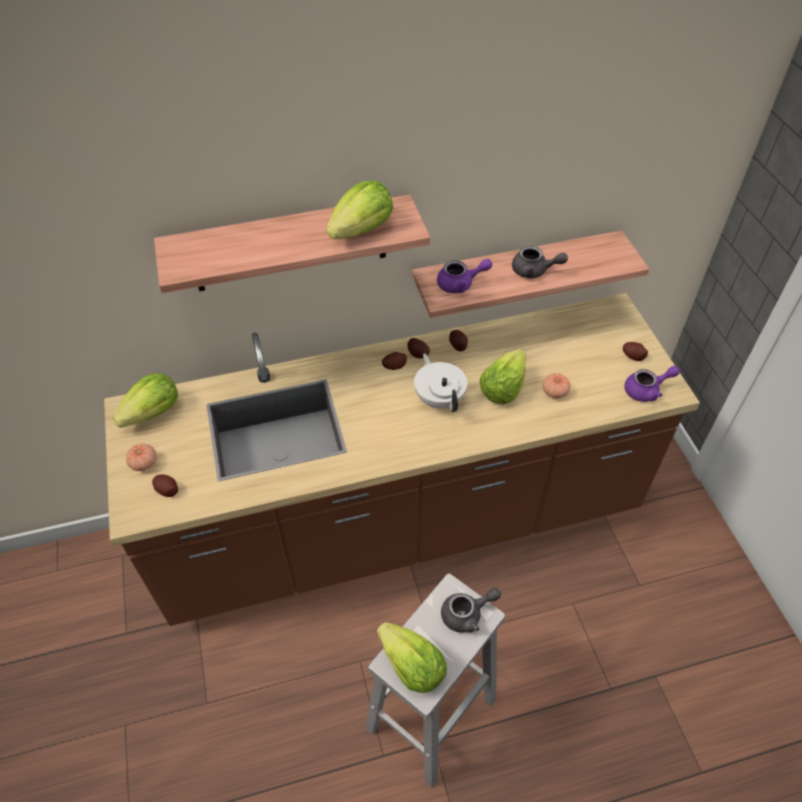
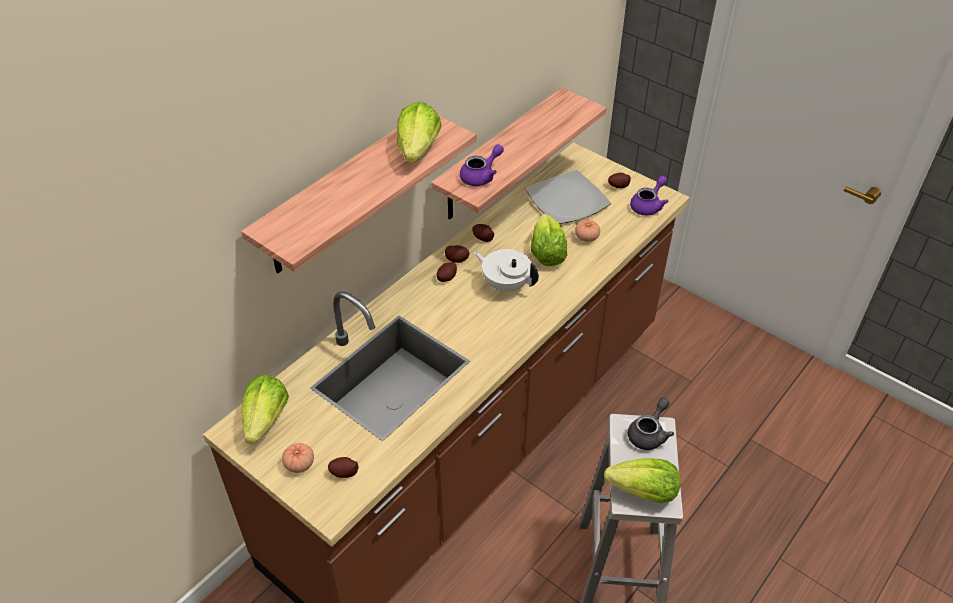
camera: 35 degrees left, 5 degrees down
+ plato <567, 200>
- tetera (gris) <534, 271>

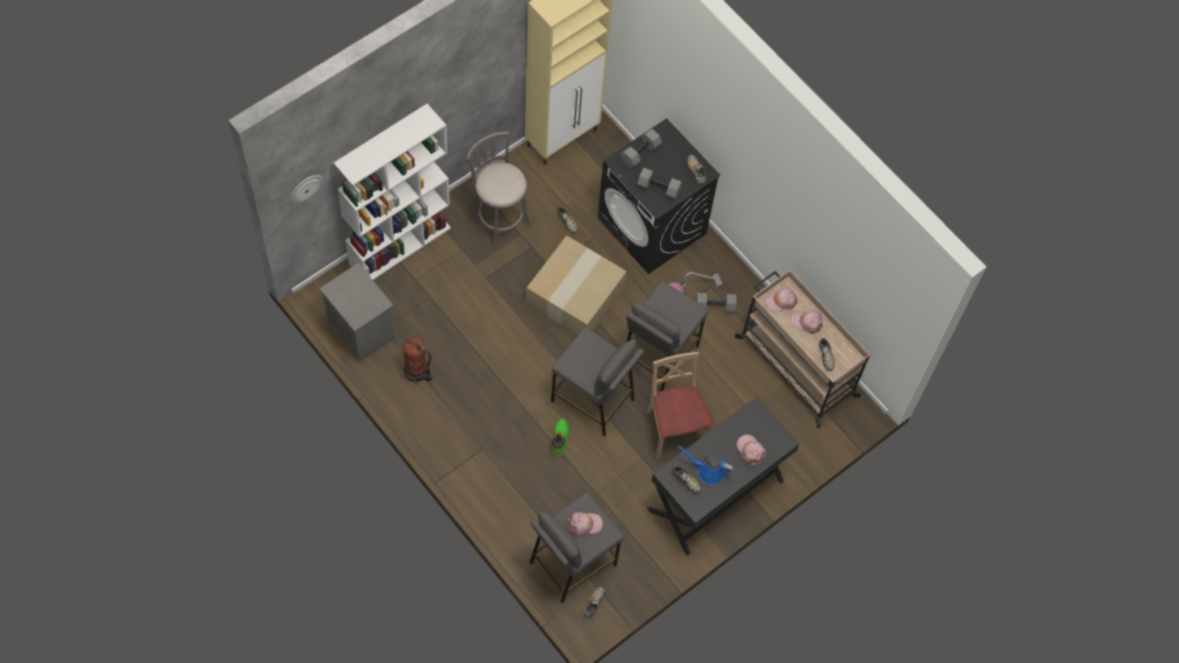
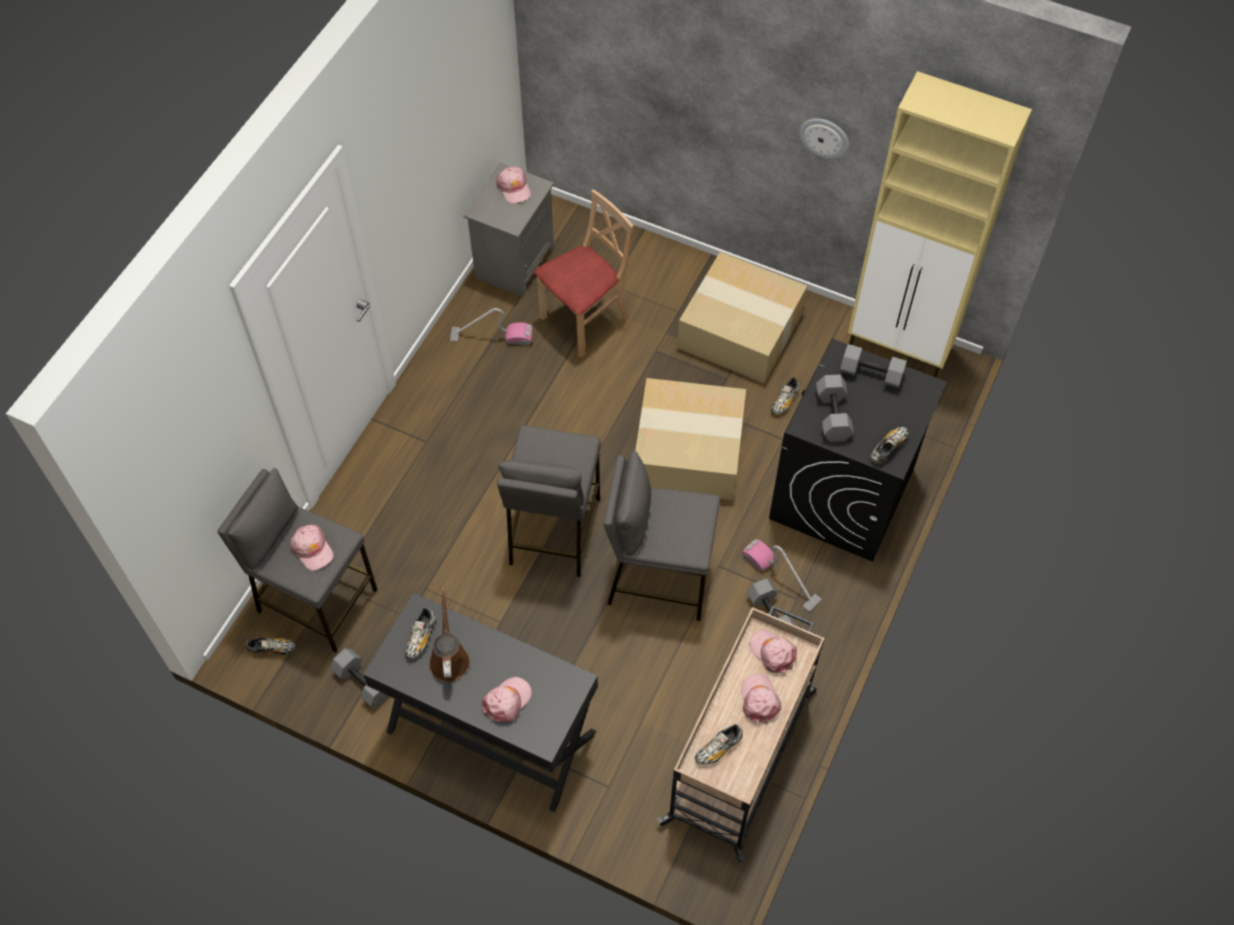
camera: 70 degrees right, 5 degrees down
+ mancuerna (gris) <364, 682>
~ regadera (azul) <707, 471> to regadera (marrón) <449, 658>
~ extintor <417, 372> to aspiradora <491, 336>
+ gorra (rosa) <514, 188>
~ silla (beis) <674, 429> to <585, 320>
~ taburete (gris) <498, 219> to caja de cartón <742, 330>
~ reloj de pared <305, 187> to <824, 137>
- estantería (blanco) <400, 245>
- bota (verde) <560, 439>

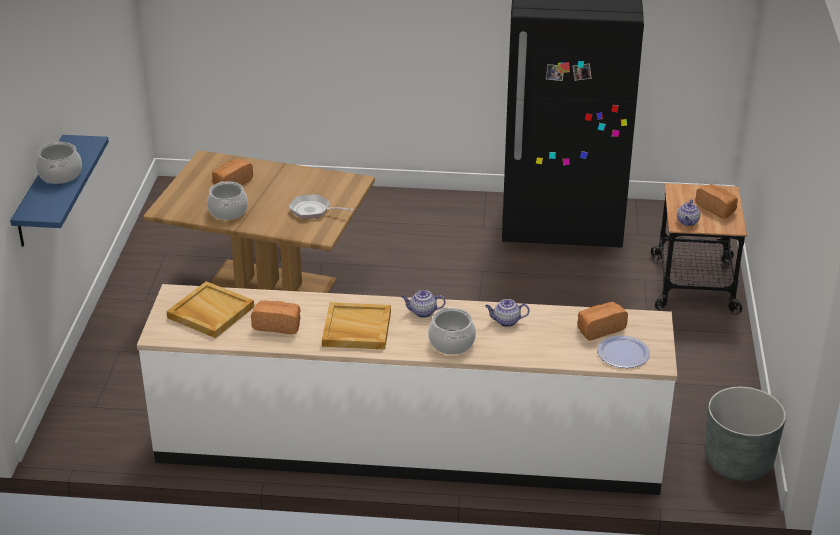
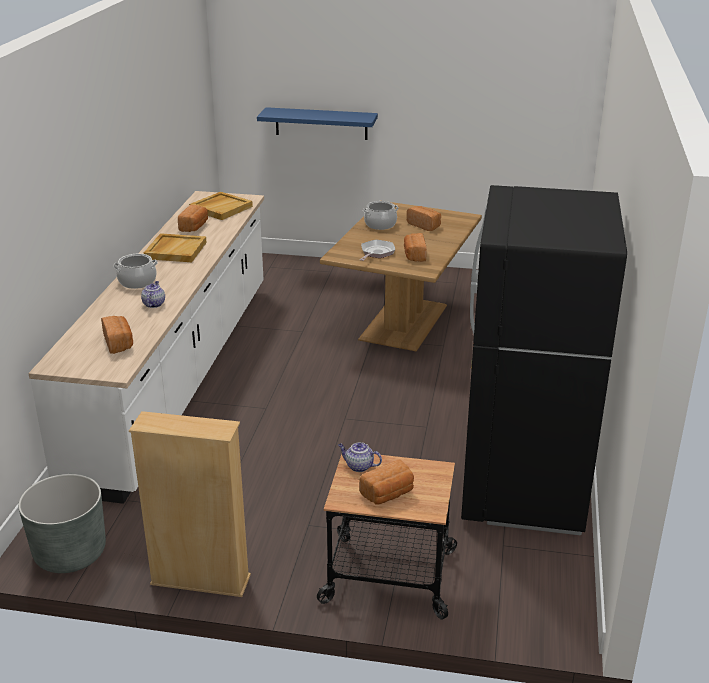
camera: 95 degrees right, 5 degrees down
+ estantería (beis) <200, 580>
+ pan <414, 255>
- olla <60, 174>
- tetera <422, 312>
- plato <623, 353>

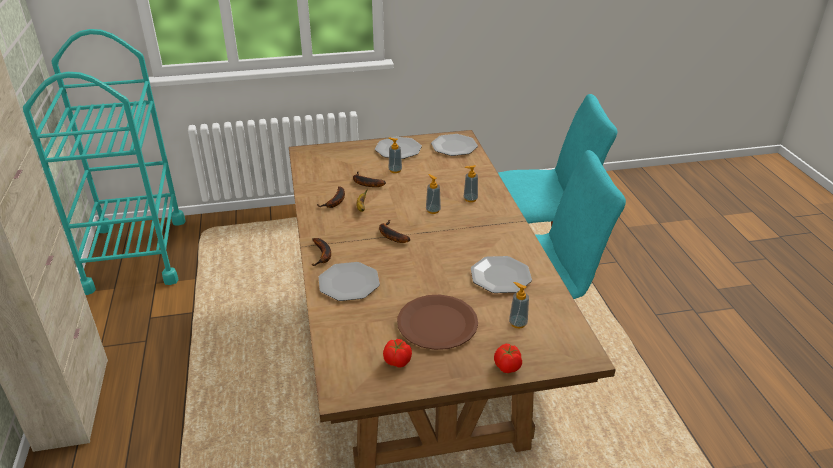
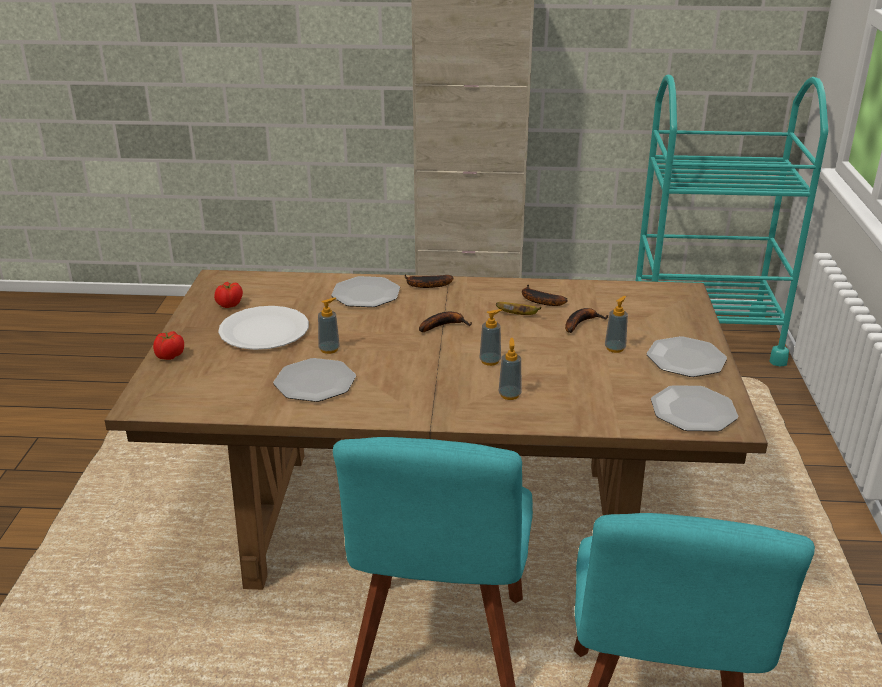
camera: 105 degrees right, 5 degrees down
~ plato (marrón) <437, 323> to plato (blanco) <264, 331>
~ dispensador de jabón <518, 323> to <329, 349>

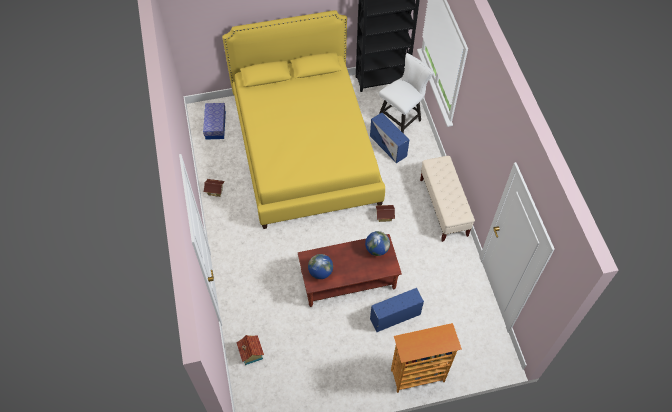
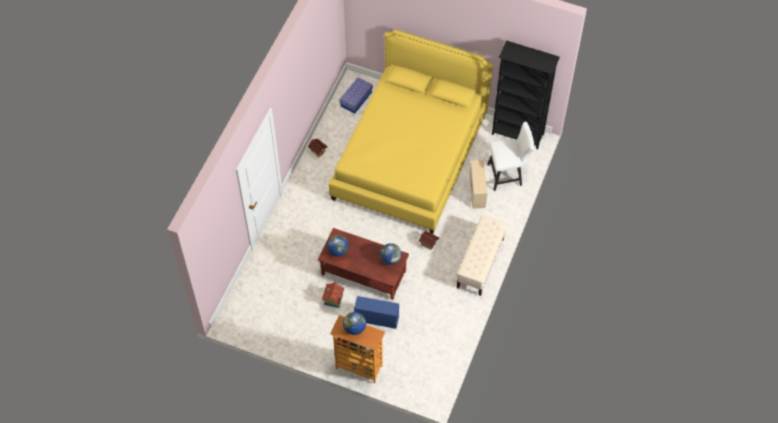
camera: 35 degrees right, 0 degrees up
~ casita <250, 354> to <332, 299>
+ globo terráqueo <354, 328>
~ caja de almacenaje (azul) <388, 146> to caja de almacenaje (beis) <477, 191>

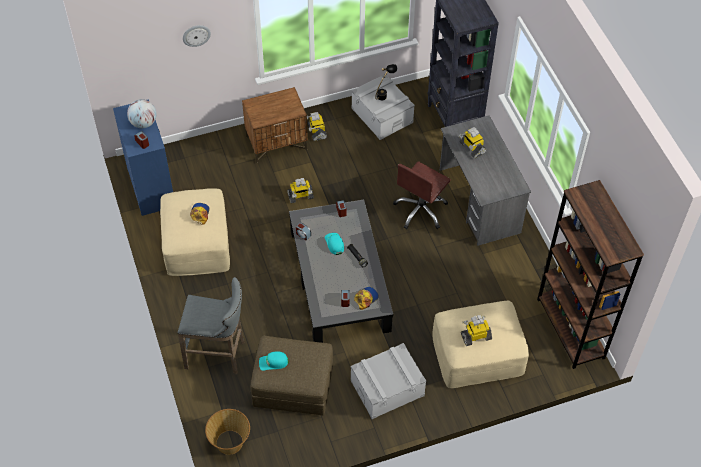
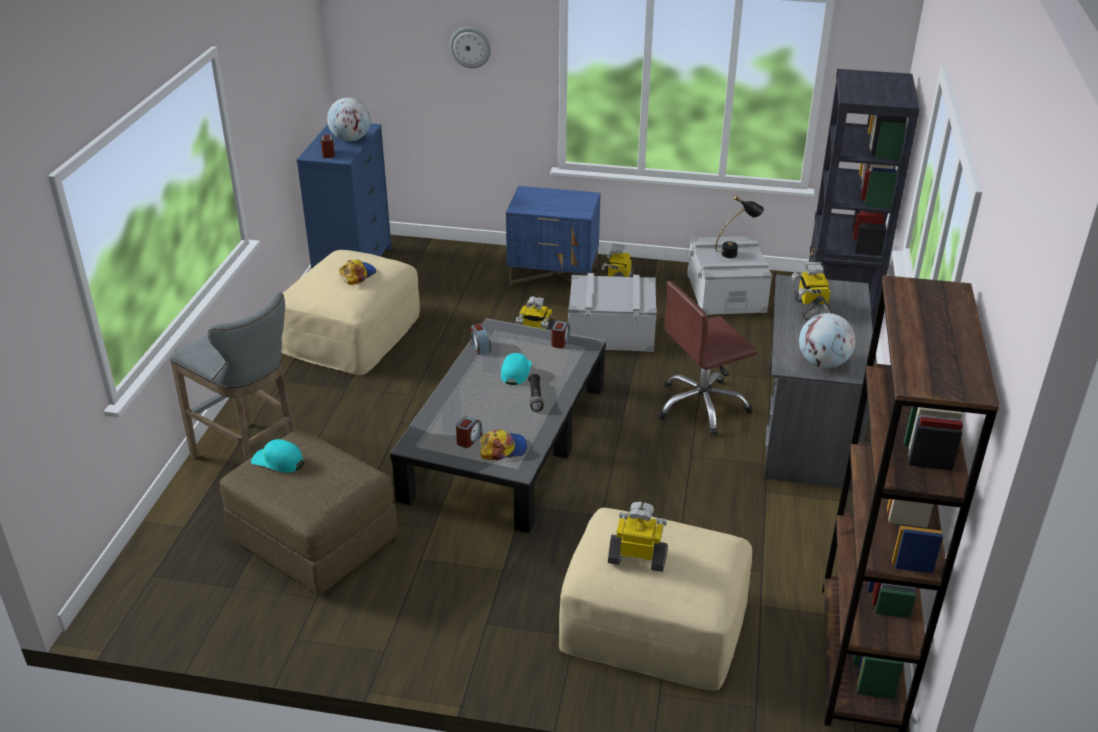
camera: 30 degrees right, 20 degrees down
~ mesita de noche (marrón) <277, 143> to mesita de noche (azul) <554, 276>
~ caja de almacenaje (gris) <387, 388> to <611, 331>
+ globo terráqueo <823, 363>
- cesta <230, 442>

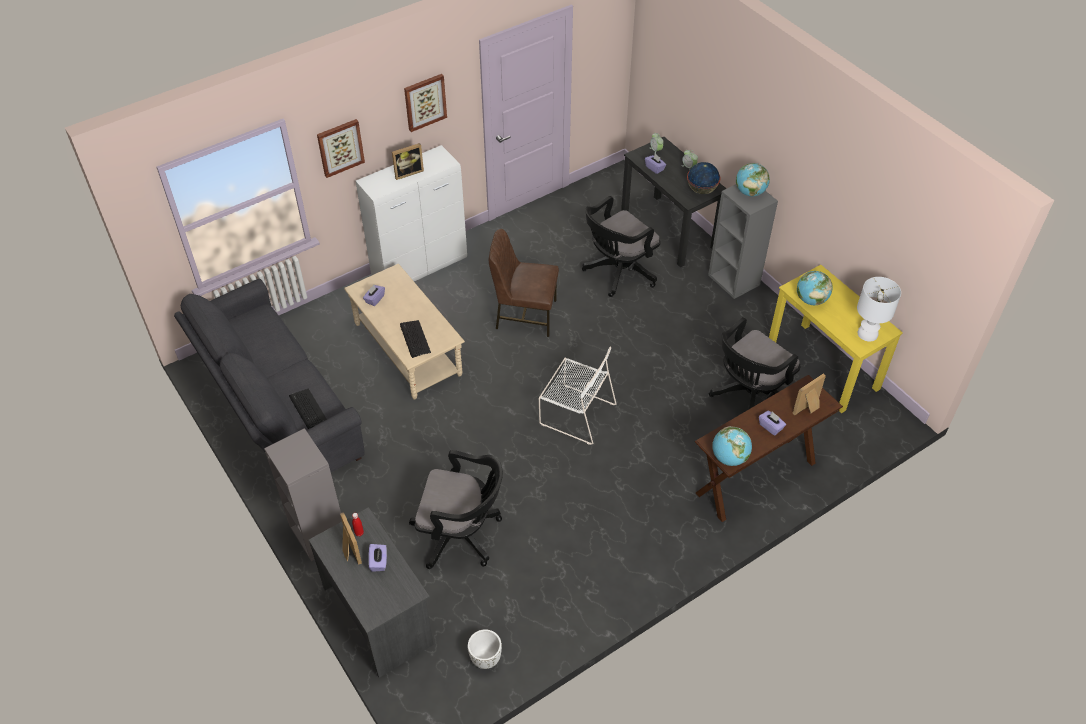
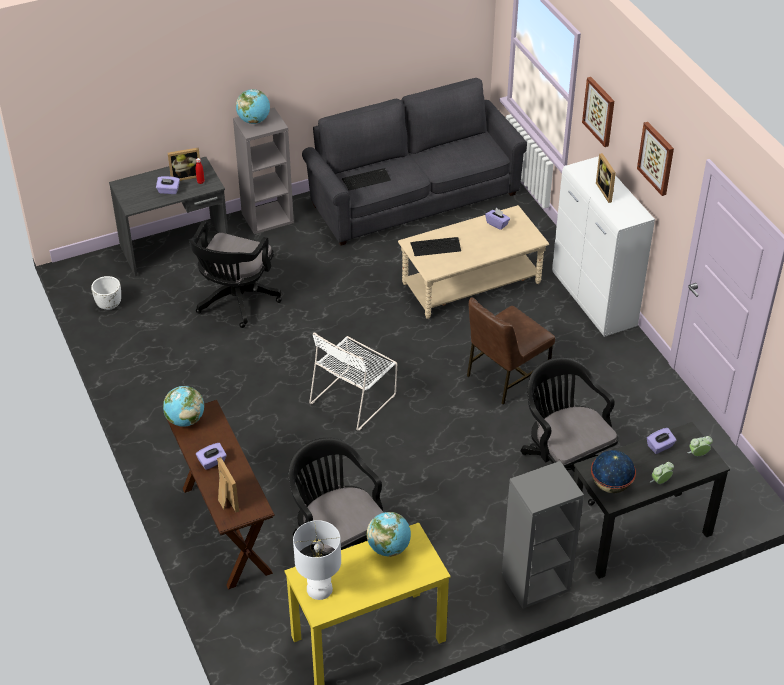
camera: 100 degrees right, 5 degrees down
~ globo terráqueo <750, 192> to <254, 120>
~ silla (marrón) <524, 315> = <505, 376> 150 degrees counterclockwise

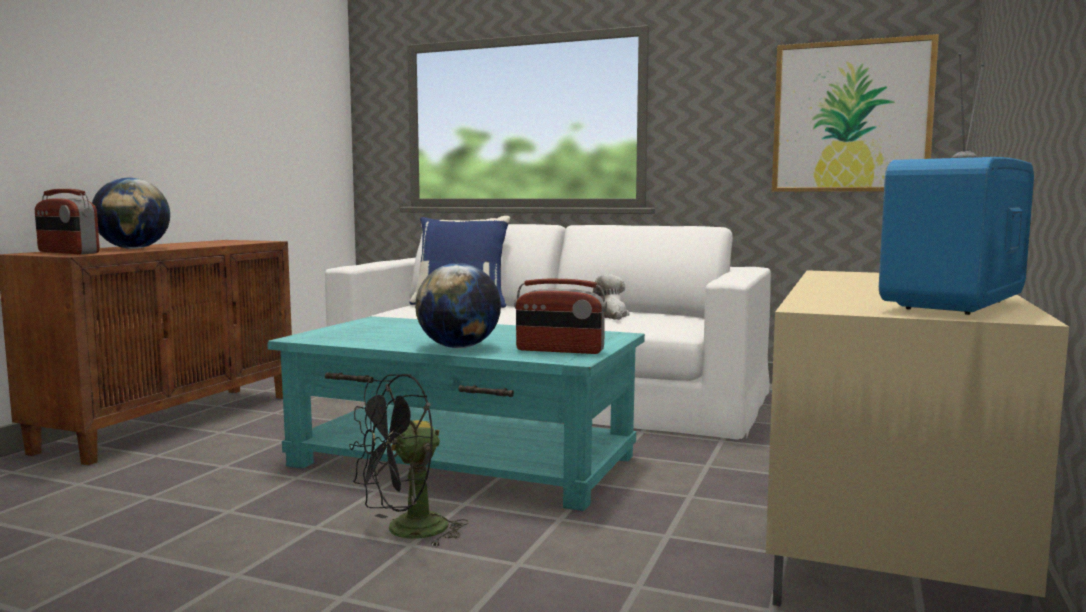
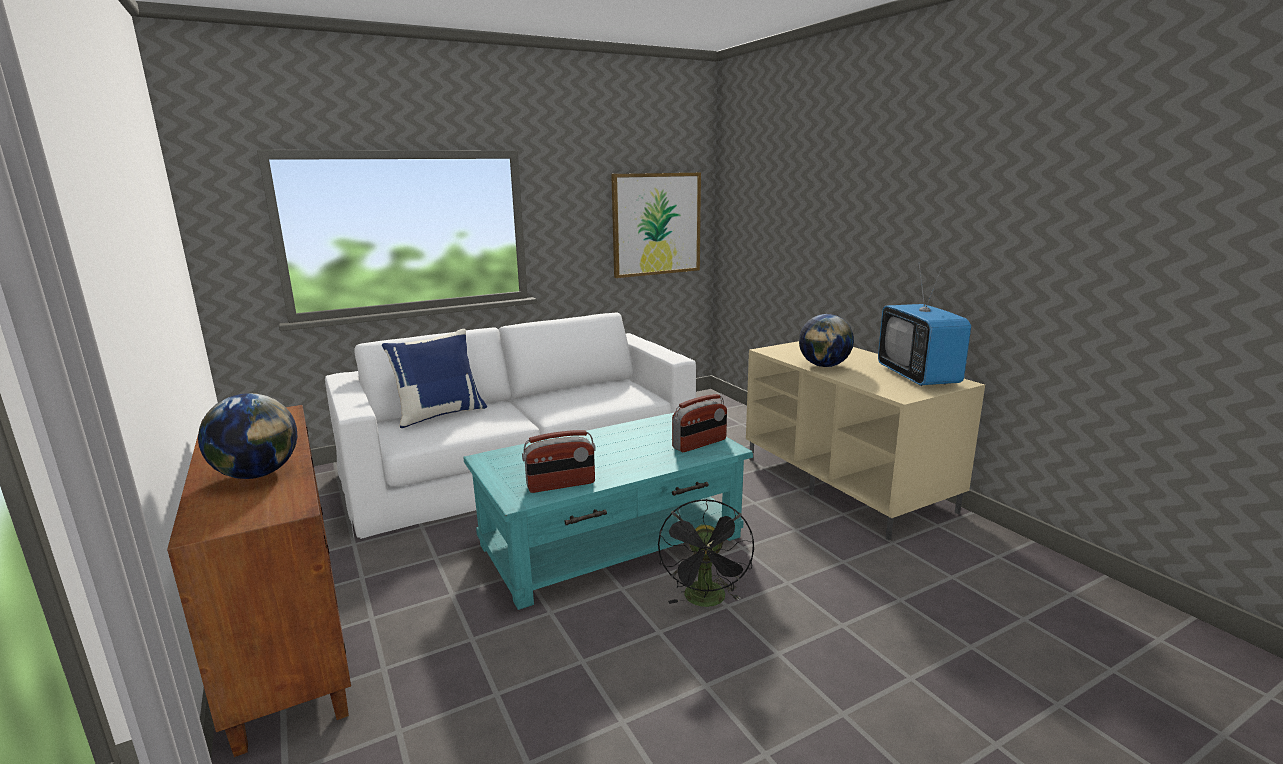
camera: 50 degrees left, 10 degrees up
~ radio <67, 252> to <561, 485>
~ globo terráqueo <459, 347> to <824, 366>
- peluche <611, 316>

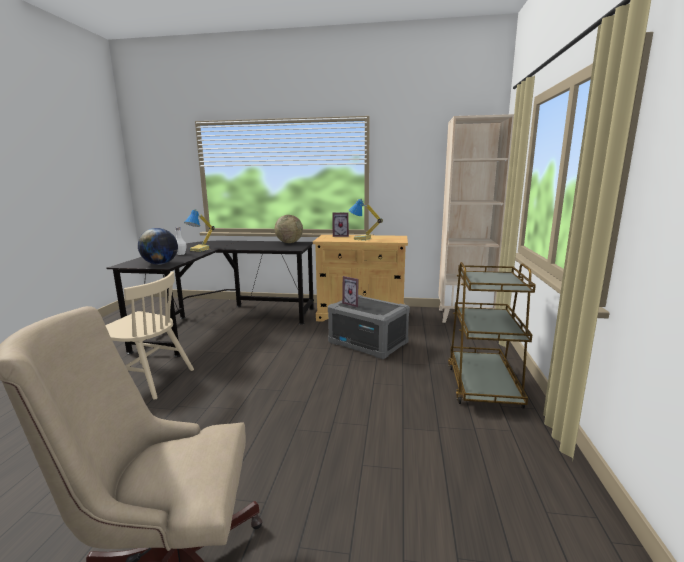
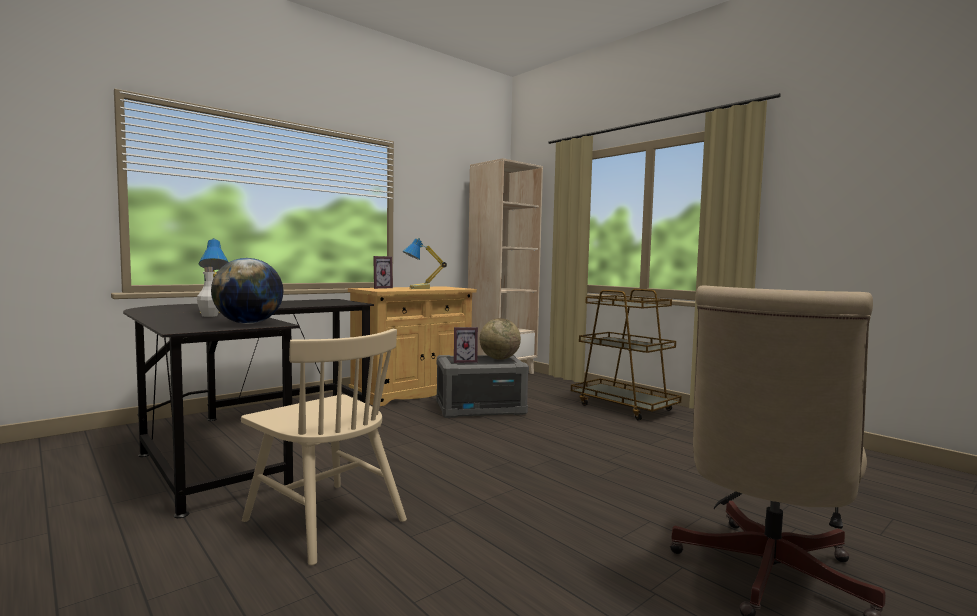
camera: 50 degrees left, 10 degrees down
~ silla (beis) <147, 379> = <324, 520> 75 degrees clockwise
~ globo terráqueo <289, 242> to <499, 359>

